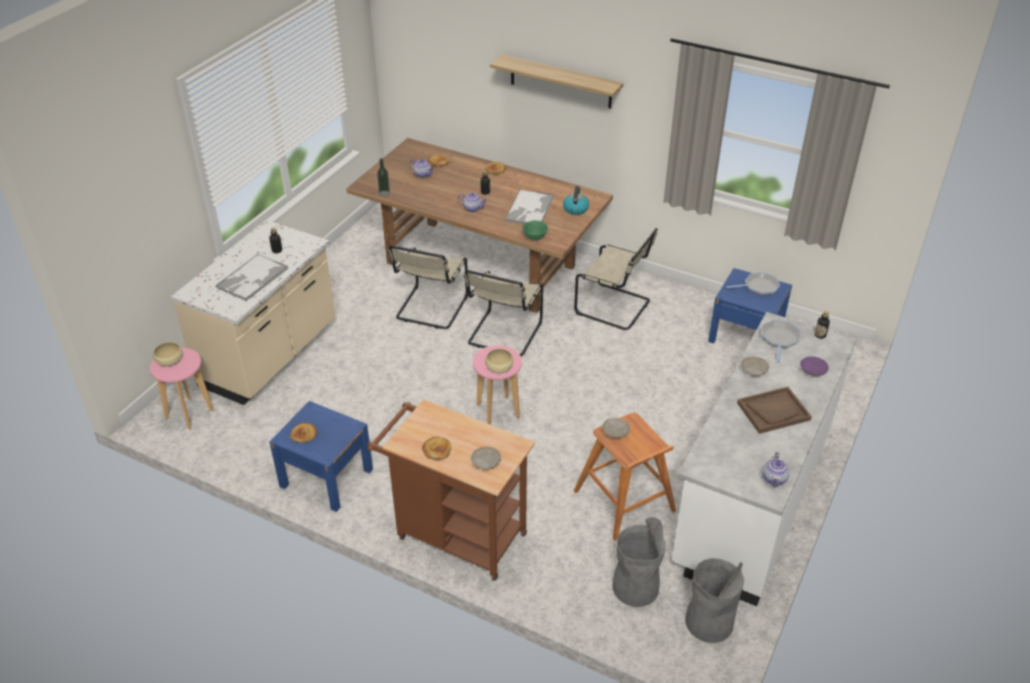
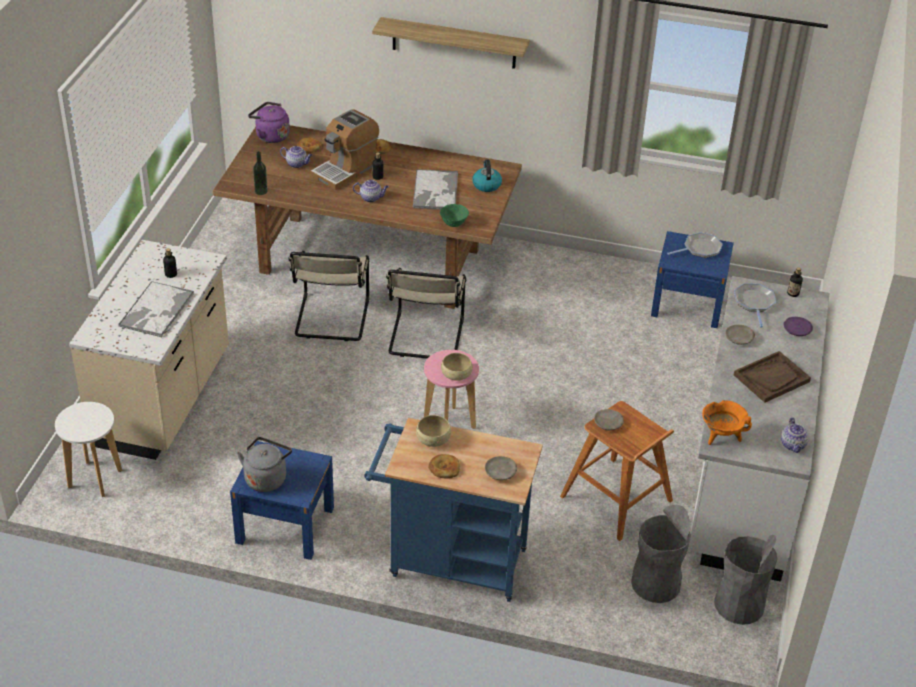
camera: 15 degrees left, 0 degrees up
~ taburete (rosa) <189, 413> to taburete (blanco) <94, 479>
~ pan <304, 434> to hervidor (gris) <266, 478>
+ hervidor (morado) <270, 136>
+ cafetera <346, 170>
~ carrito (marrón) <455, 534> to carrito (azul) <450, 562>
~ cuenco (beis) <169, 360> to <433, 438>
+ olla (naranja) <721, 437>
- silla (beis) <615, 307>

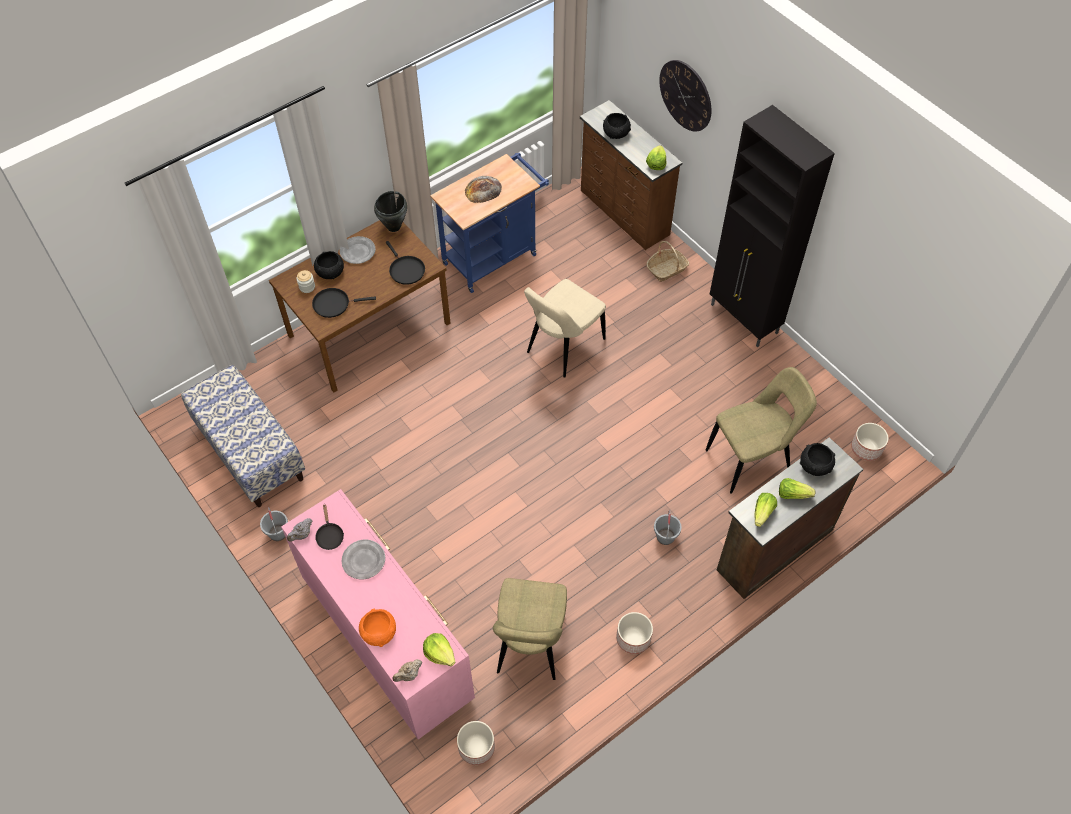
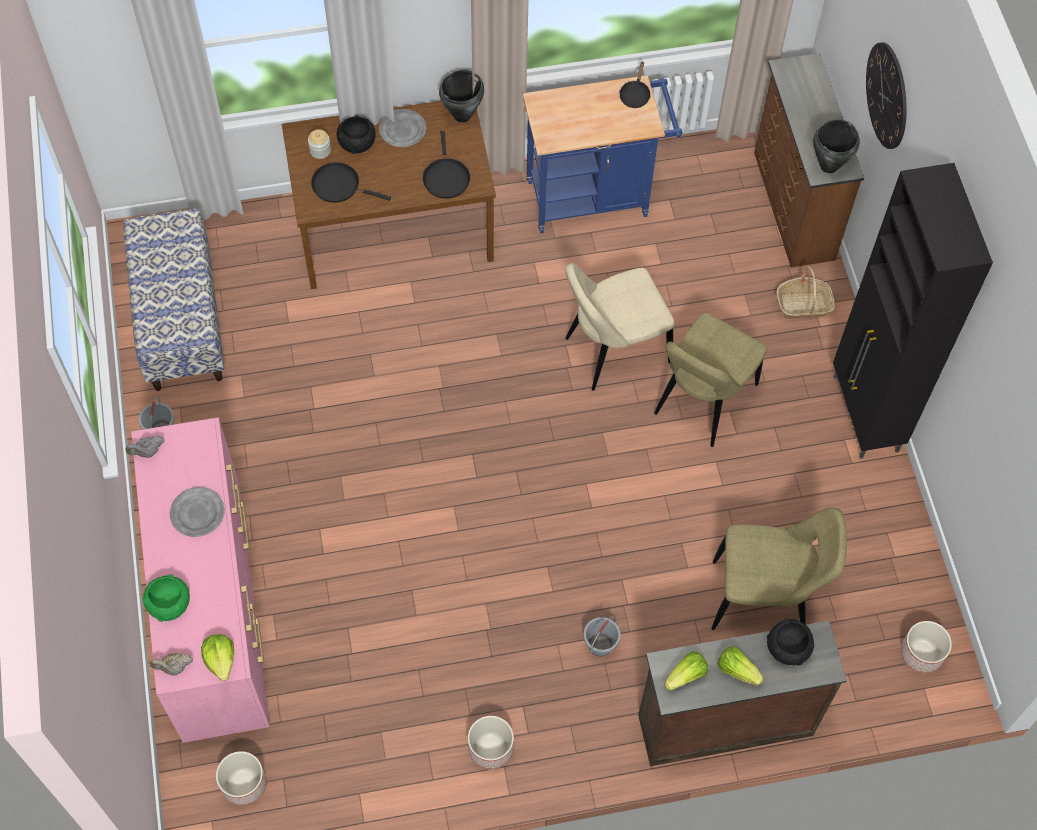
camera: 25 degrees right, 5 degrees up
~ cuenco (naranja) <379, 632> to cuenco (verde) <169, 603>
~ sartén (negro) <329, 535> to <635, 95>
~ silla (beis) <530, 645> to <702, 402>
~ lechuga <656, 164> to olla (negro) <828, 166>
- pan <483, 190>
- cuenco (negro) <616, 133>

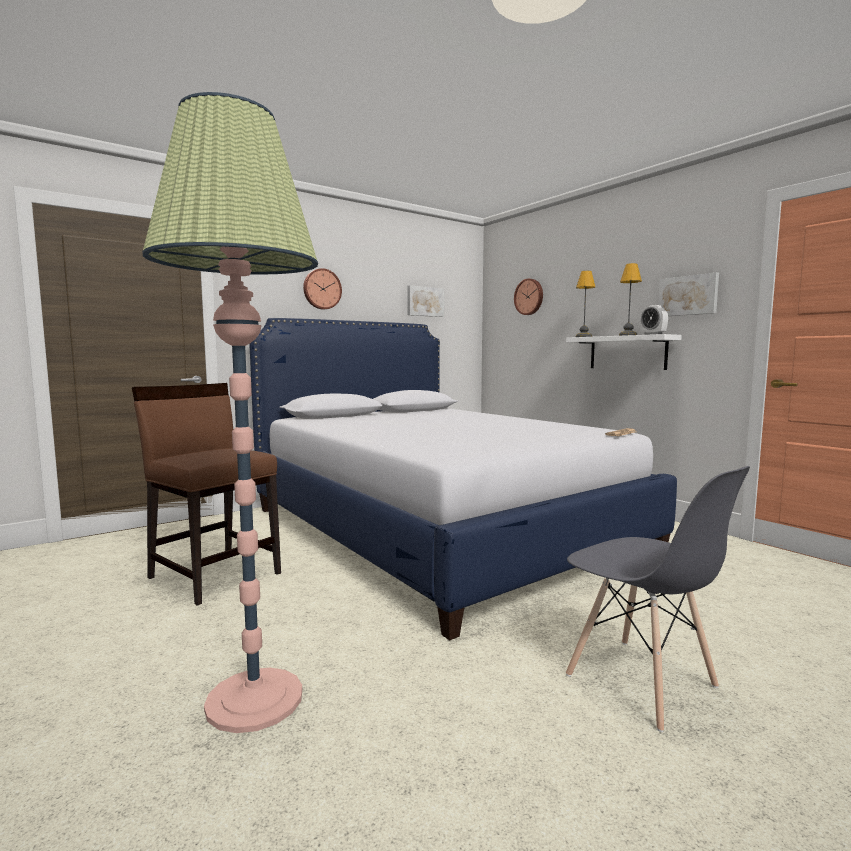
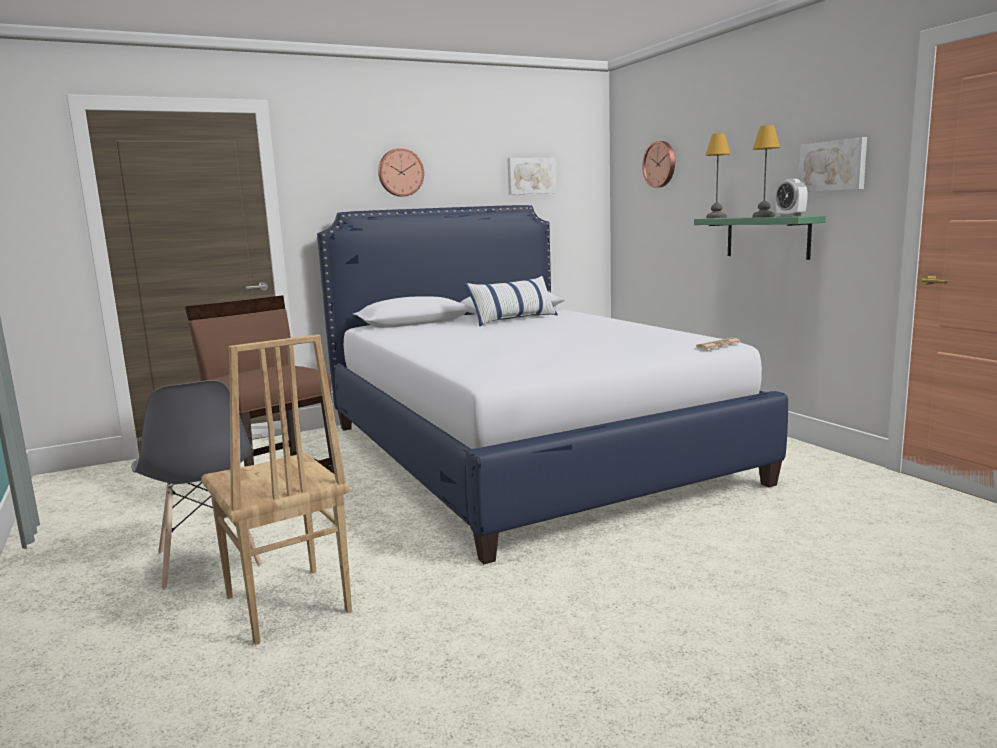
camera: 10 degrees right, 5 degrees up
~ silla (gris) <641, 682> to <208, 560>
~ lámpara de pie <254, 700> to silla (marrón) <285, 605>
+ cojín <513, 319>
~ estante (blanco) <627, 352> to estante (verde) <767, 237>

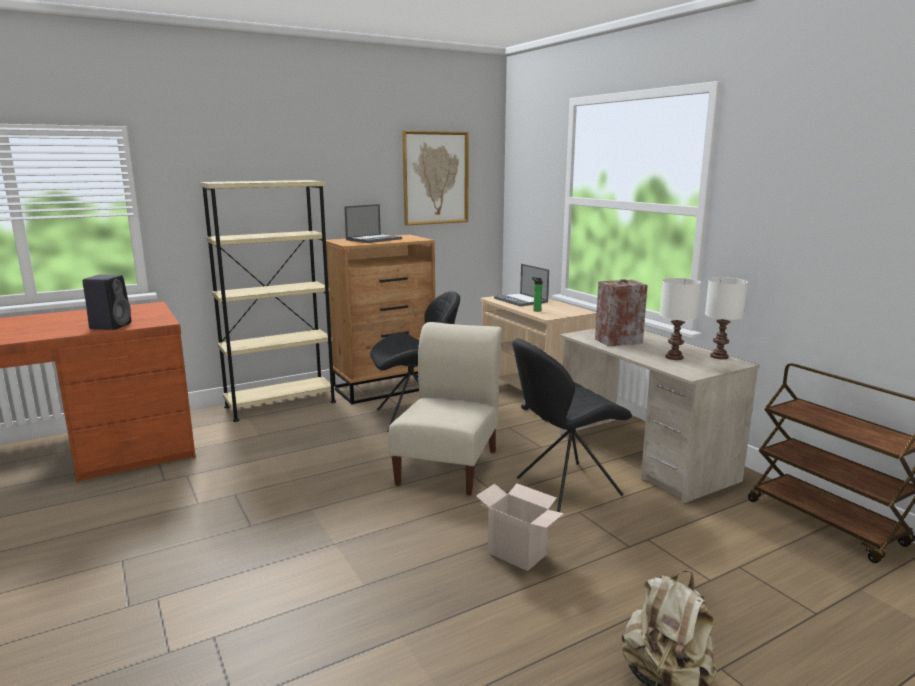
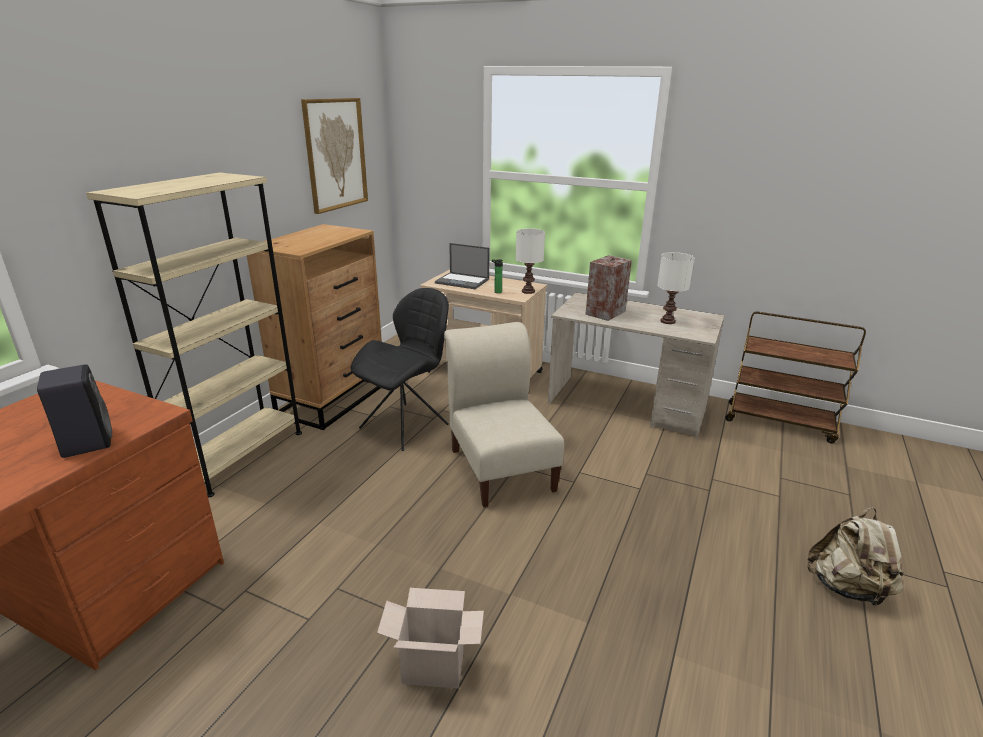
camera: 35 degrees left, 10 degrees up
~ caja de cartón <519, 554> to <435, 666>
~ lámpara de mesa (blanco) <719, 356> to <528, 291>
- portátil <374, 239>
- silla (negro) <564, 487>

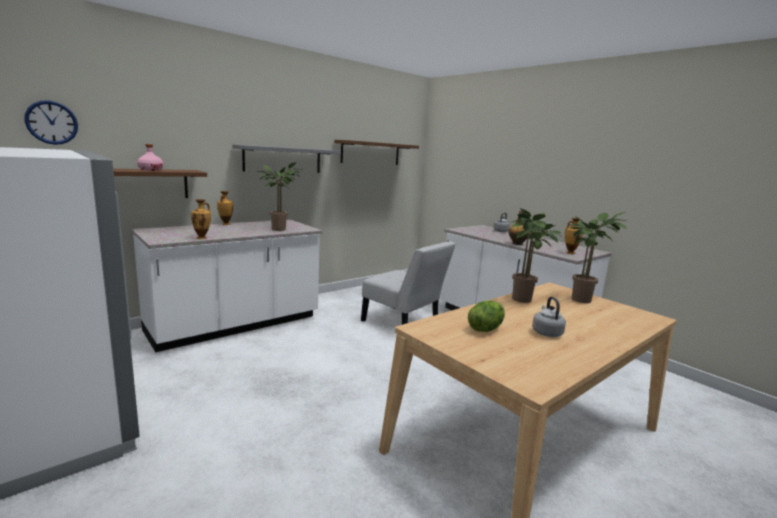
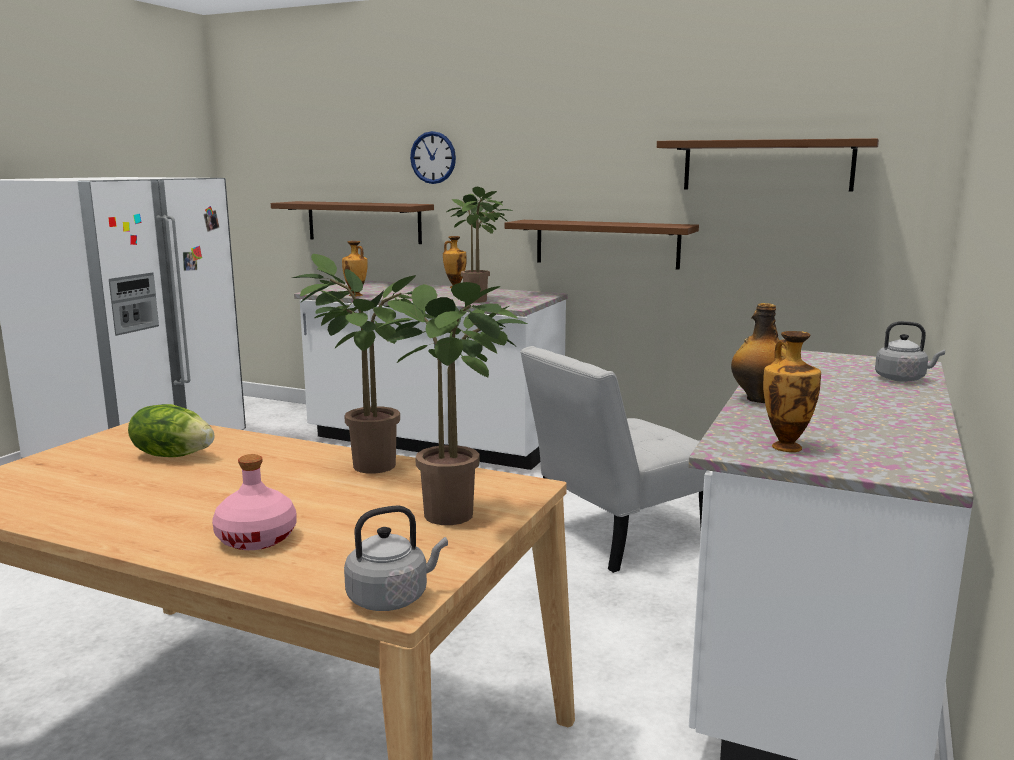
camera: 65 degrees right, 0 degrees up
~ botella (rosa) <150, 170> to <257, 538>
~ hervidor (gris) <546, 332> to <392, 598>
~ reloj de pared <52, 122> to <433, 157>
+ estante (marrón) <606, 244>
~ silla (blanco) <403, 323> = <614, 536> 45 degrees clockwise
- estante (gris) <283, 159>

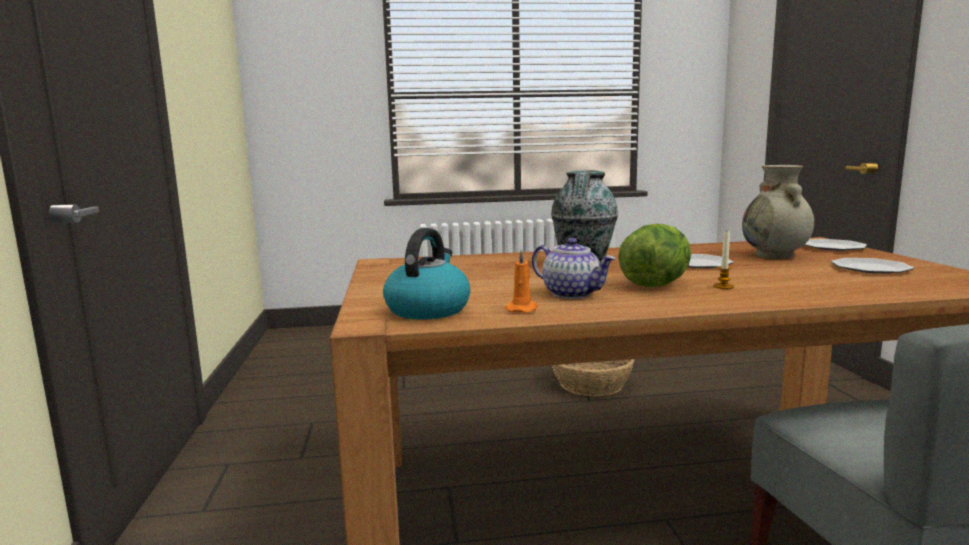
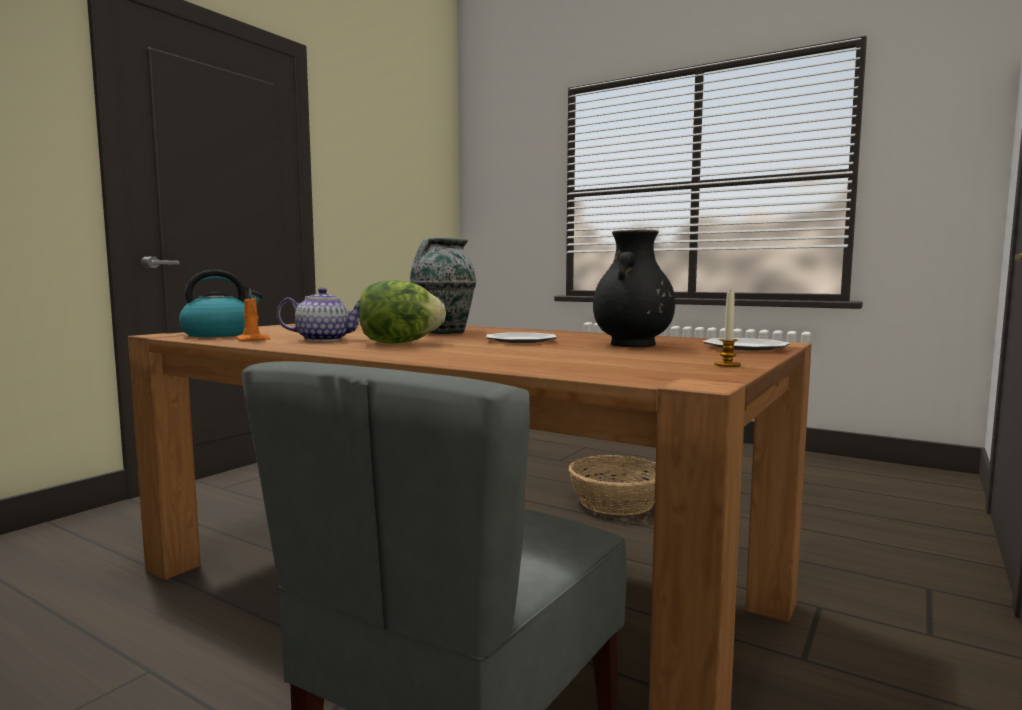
camera: 40 degrees right, 5 degrees down
~ tetera <572, 294> = <324, 339> 90 degrees counterclockwise
~ florero (beis) <775, 255> to florero (negro) <632, 345>
~ vela <723, 286> to <727, 365>
- plato <871, 268>

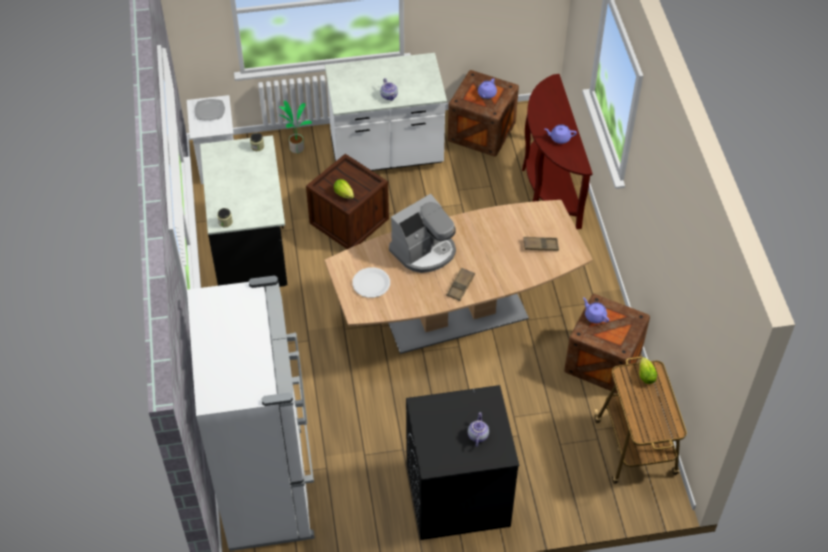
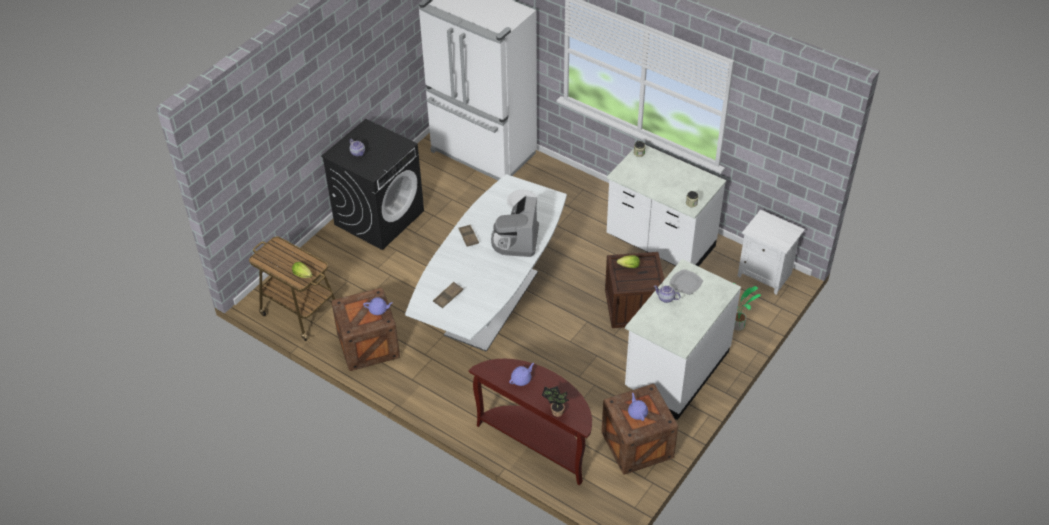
camera: 135 degrees right, 5 degrees down
~ mesa de comedor (marrón) <456, 315> to mesa de comedor (blanco) <491, 303>
+ planta en maceta <555, 412>
~ mueble bajo de cocina (negro) <252, 253> to mueble bajo de cocina (blanco) <660, 243>
~ plato <210, 111> to <685, 283>

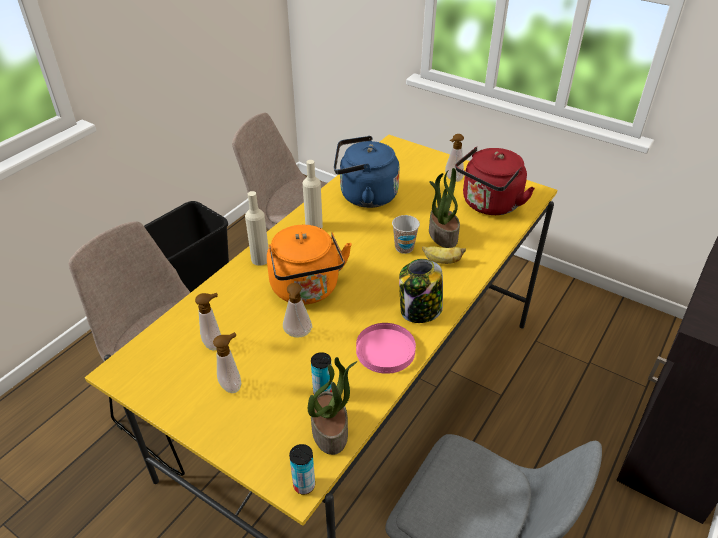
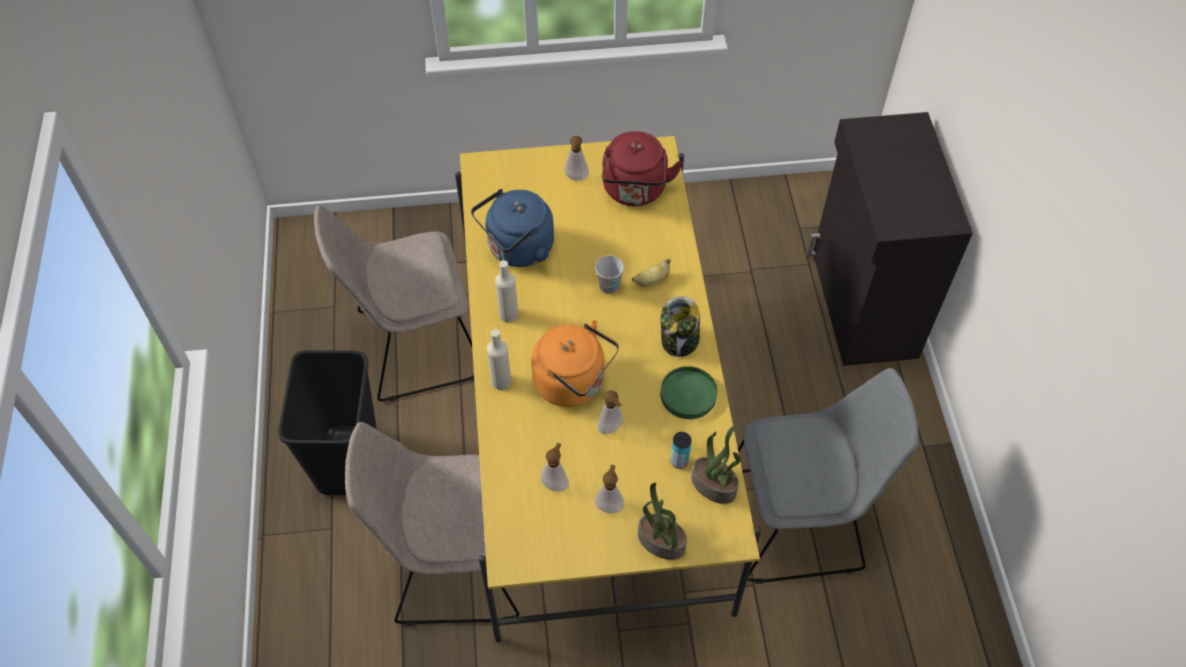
camera: 40 degrees left, 15 degrees up
~ planta en maceta <442, 235> to <660, 542>
~ plato (rosa) <386, 350> to plato (verde) <688, 394>
- lata <304, 485>

